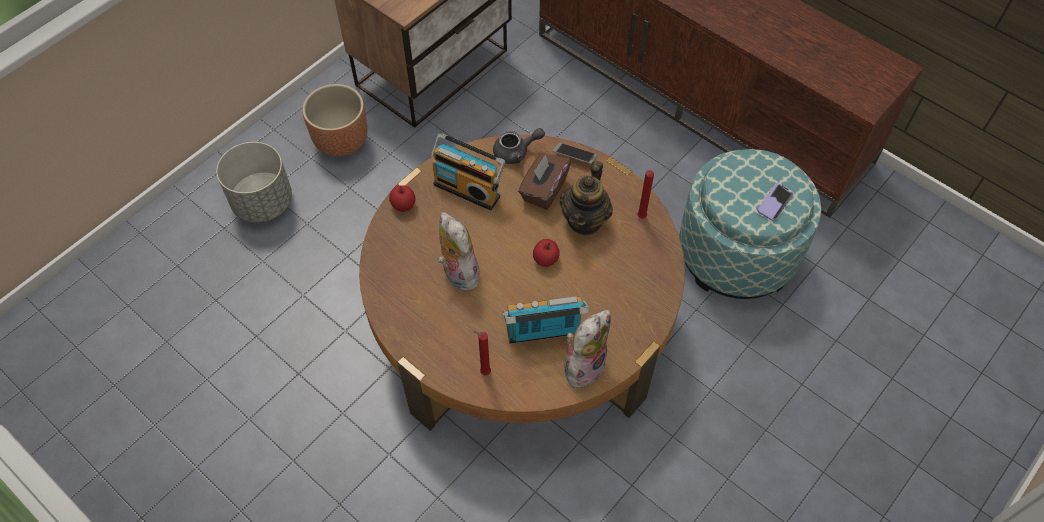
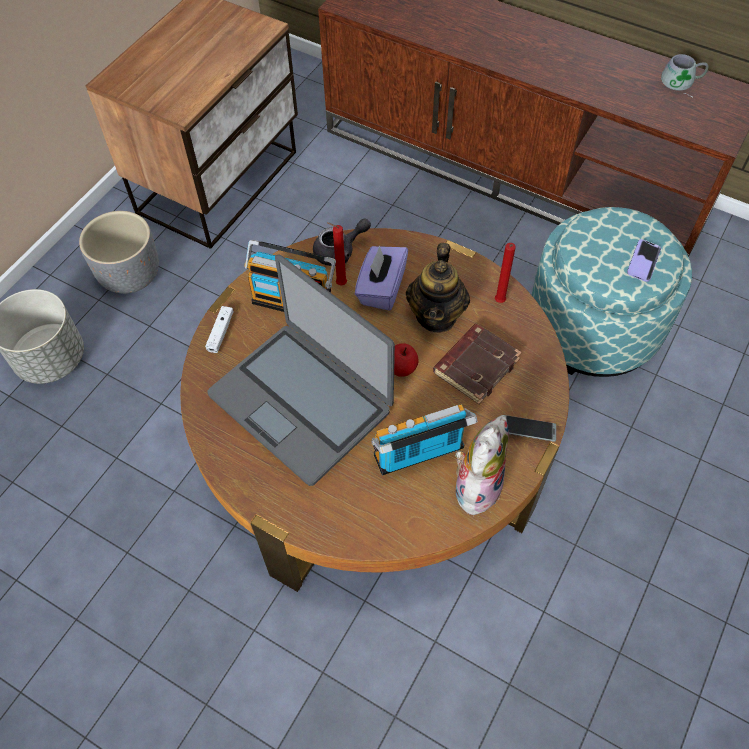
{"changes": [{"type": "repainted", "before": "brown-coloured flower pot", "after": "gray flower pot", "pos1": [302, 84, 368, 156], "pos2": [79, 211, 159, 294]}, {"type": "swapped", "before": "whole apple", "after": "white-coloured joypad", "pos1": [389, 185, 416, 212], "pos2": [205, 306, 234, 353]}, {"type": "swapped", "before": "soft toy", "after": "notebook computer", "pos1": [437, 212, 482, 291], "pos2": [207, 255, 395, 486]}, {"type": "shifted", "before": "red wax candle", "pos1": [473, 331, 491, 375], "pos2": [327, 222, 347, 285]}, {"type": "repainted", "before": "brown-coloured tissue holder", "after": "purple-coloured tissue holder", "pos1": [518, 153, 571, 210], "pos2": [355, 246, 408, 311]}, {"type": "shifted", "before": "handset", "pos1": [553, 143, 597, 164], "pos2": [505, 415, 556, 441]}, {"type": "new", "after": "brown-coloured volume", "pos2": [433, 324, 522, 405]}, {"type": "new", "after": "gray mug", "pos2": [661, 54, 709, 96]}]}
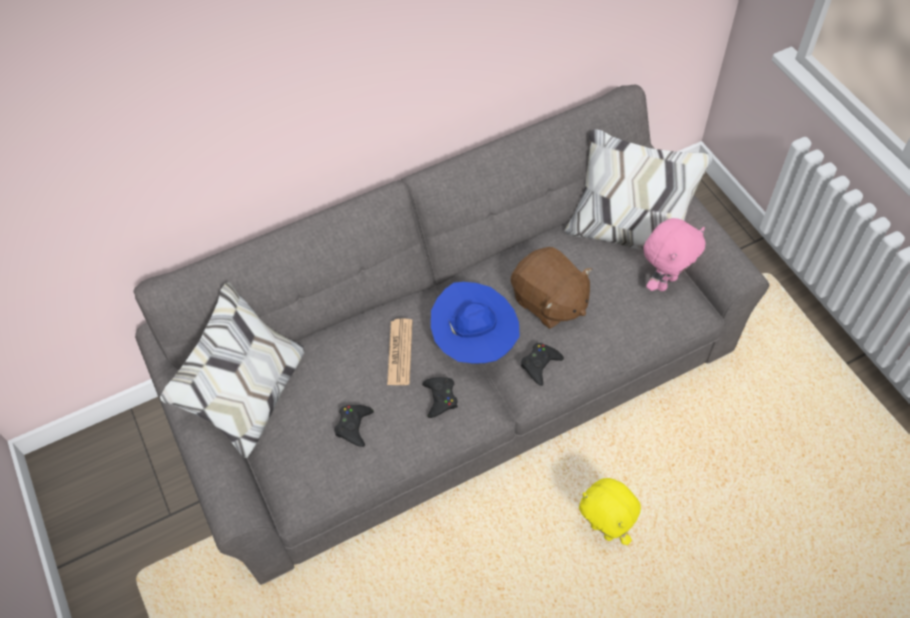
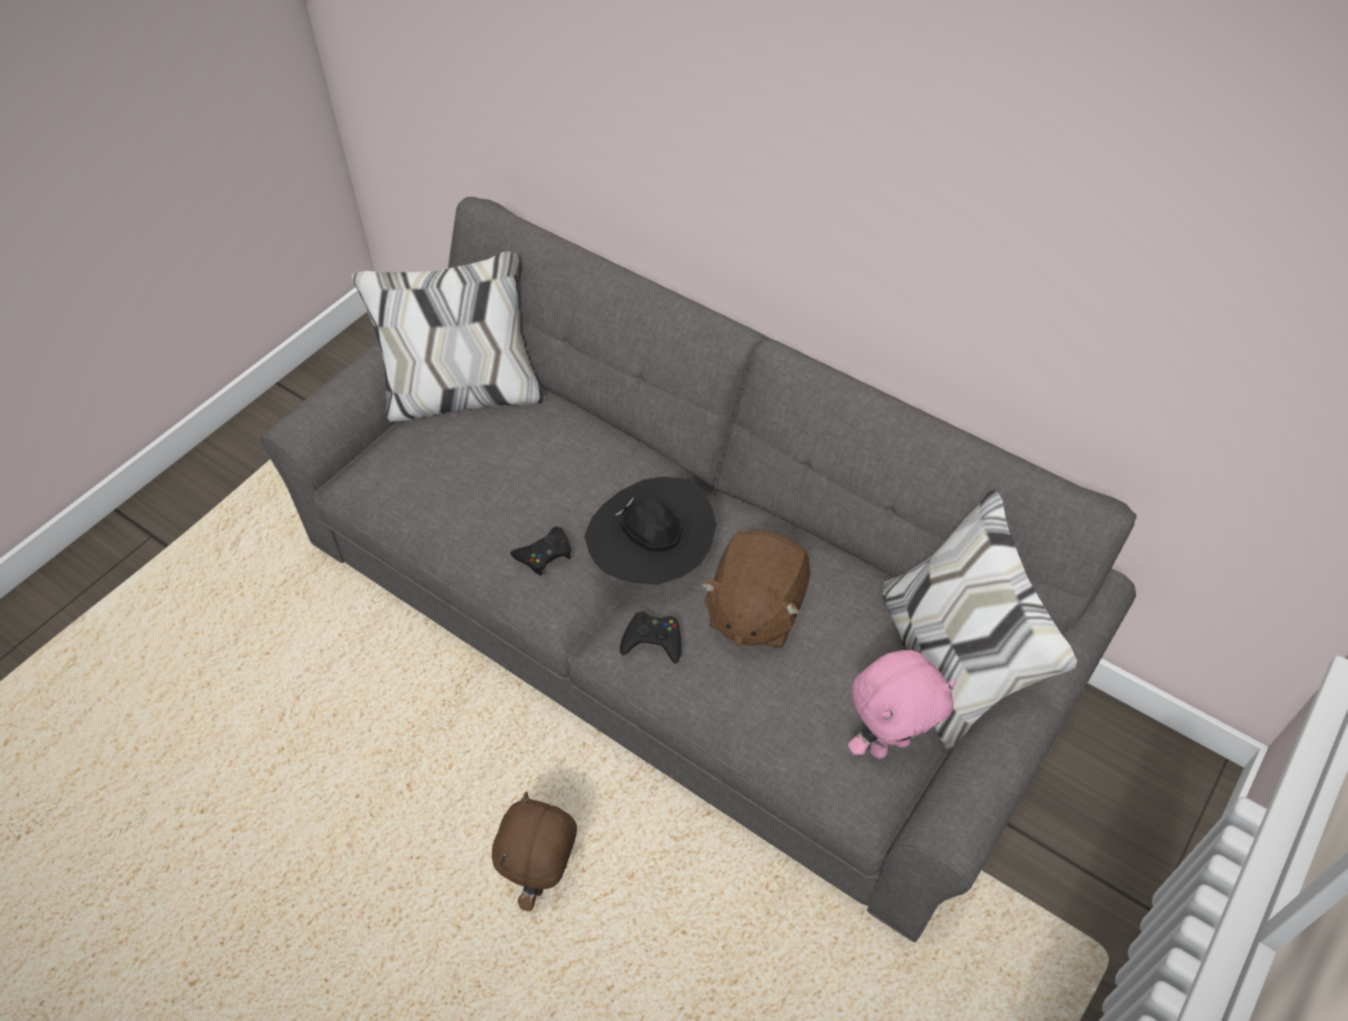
{"changes": [{"type": "gone", "before": "black joypad", "pos1": [334, 405, 374, 447]}, {"type": "gone", "before": "newspaper", "pos1": [387, 318, 413, 385]}, {"type": "repainted", "before": "bluish wearable hat", "after": "black wearable hat", "pos1": [431, 282, 520, 364], "pos2": [584, 477, 717, 585]}, {"type": "repainted", "before": "yellowish soft toy", "after": "brown-coloured soft toy", "pos1": [579, 478, 641, 545], "pos2": [492, 791, 577, 911]}, {"type": "rotated", "before": "pink soft toy", "pos1": [643, 218, 706, 291], "pos2": [848, 650, 956, 759], "turn": -45}]}
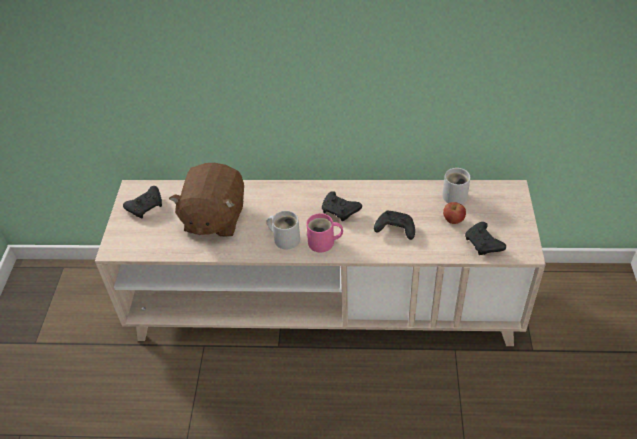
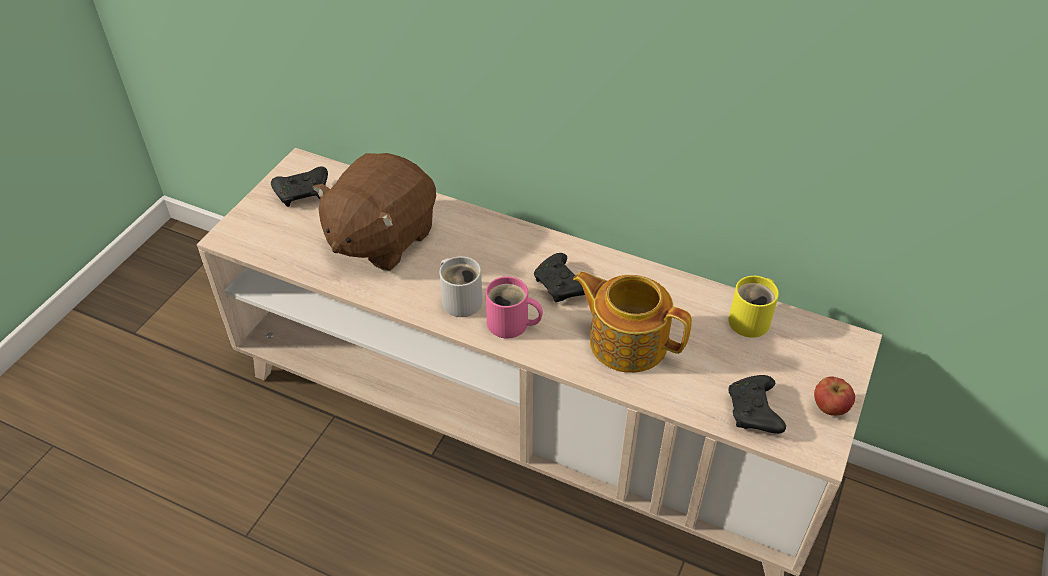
{"changes": [{"type": "swapped", "before": "black joypad", "after": "teapot", "pos1": [374, 210, 415, 240], "pos2": [573, 271, 692, 373]}, {"type": "repainted", "before": "white-coloured mug", "after": "yellowish mug", "pos1": [442, 168, 471, 204], "pos2": [729, 276, 779, 338]}, {"type": "shifted", "before": "whole apple", "pos1": [443, 202, 466, 224], "pos2": [814, 376, 855, 416]}]}
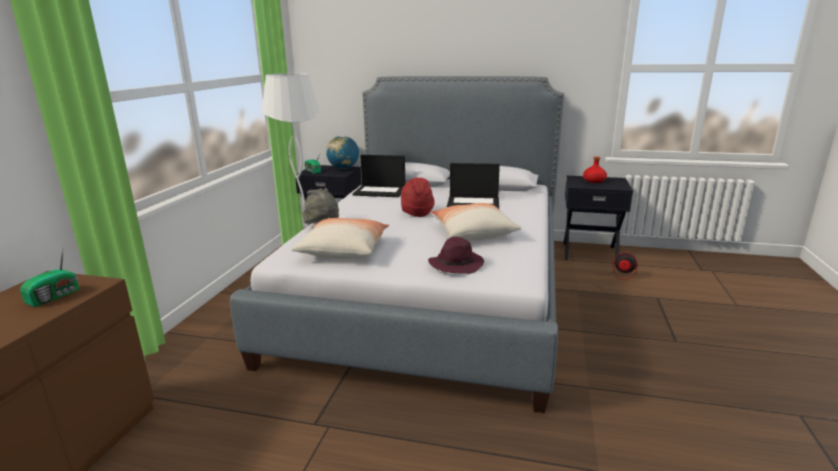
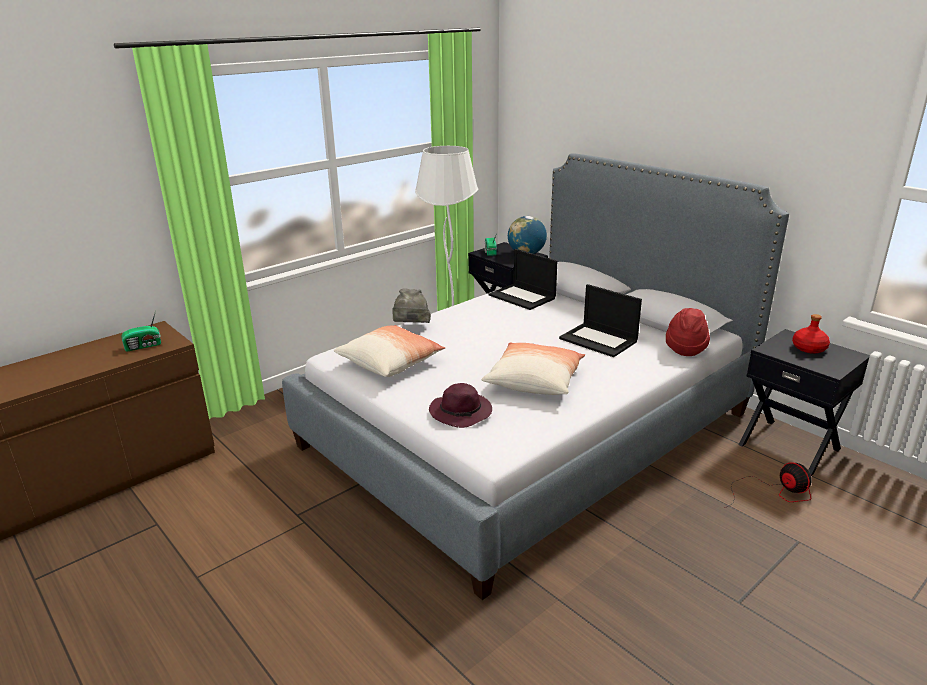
{"changes": [{"type": "shifted", "before": "red wearable hat", "pos1": [401, 177, 435, 217], "pos2": [666, 308, 710, 356]}]}
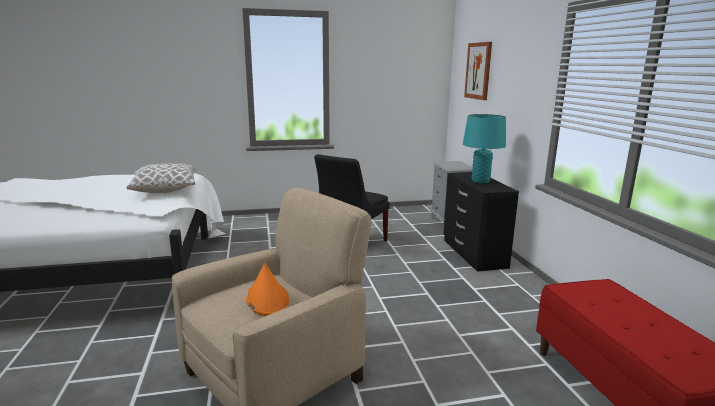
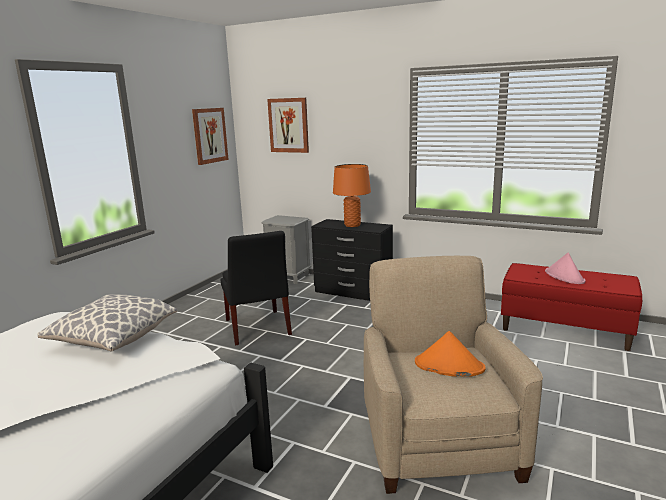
{"changes": [{"type": "repainted", "before": "blue-green table lamp", "after": "orange table lamp", "pos1": [463, 114, 506, 183], "pos2": [333, 164, 371, 227]}, {"type": "new", "after": "wall art", "pos2": [192, 108, 229, 165]}, {"type": "new", "after": "pink wearable hat", "pos2": [545, 253, 586, 284]}]}
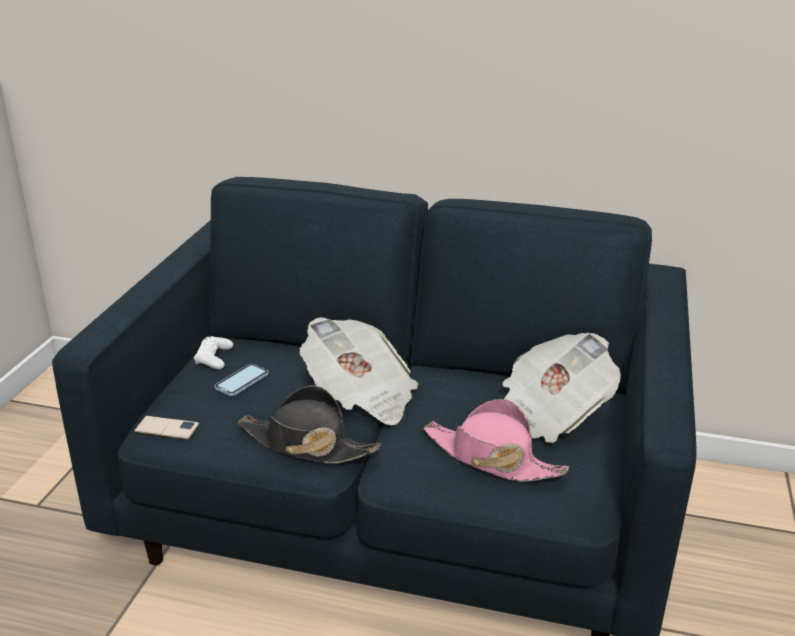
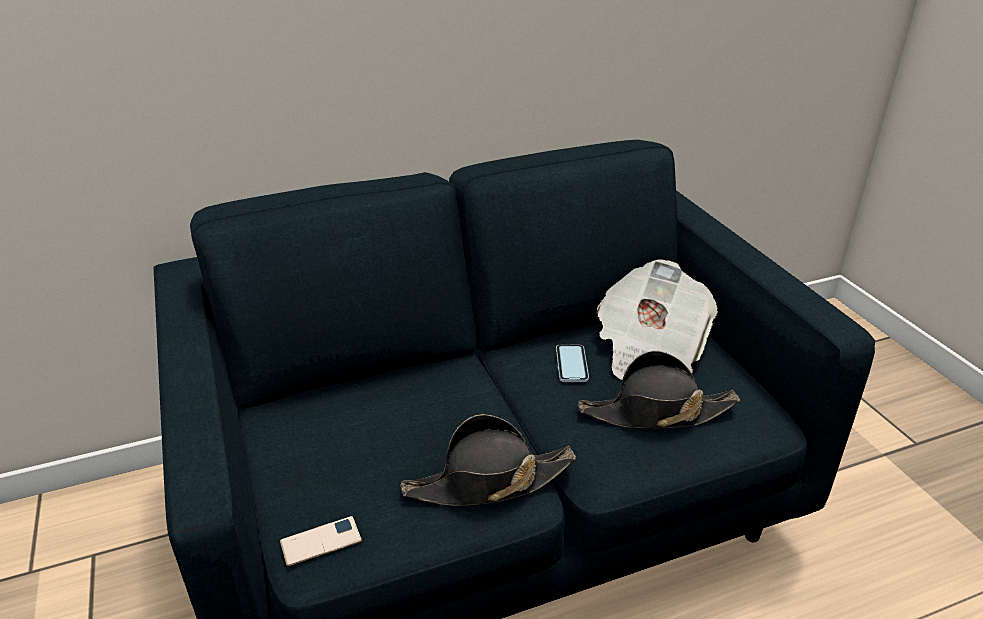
{"changes": [{"type": "gone", "before": "white-coloured joypad", "pos1": [194, 336, 233, 369]}, {"type": "shifted", "before": "handset", "pos1": [214, 364, 269, 396], "pos2": [556, 345, 589, 382]}, {"type": "gone", "before": "newspaper", "pos1": [300, 317, 418, 425]}, {"type": "repainted", "before": "pink wearable hat", "after": "black wearable hat", "pos1": [423, 399, 569, 482], "pos2": [578, 351, 740, 428]}]}
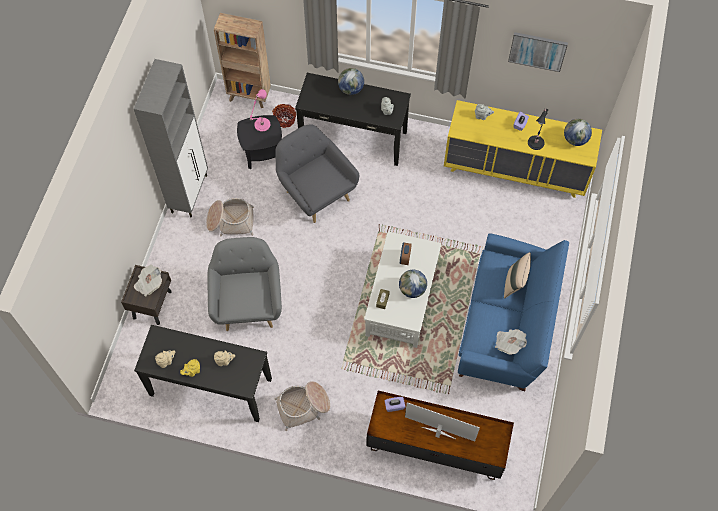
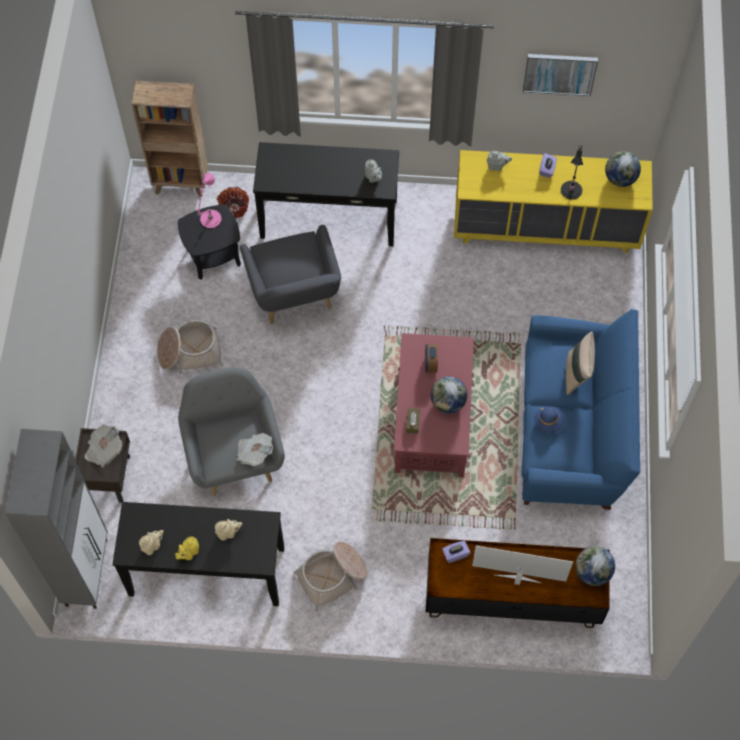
{"changes": [{"type": "shifted", "before": "gray cupboard", "pos1": [134, 59, 208, 218], "pos2": [5, 429, 108, 609]}, {"type": "rotated", "before": "gray lounge chair", "pos1": [275, 124, 359, 223], "pos2": [240, 225, 341, 324], "turn": -150}, {"type": "shifted", "before": "world globe", "pos1": [338, 68, 364, 95], "pos2": [575, 546, 615, 586]}, {"type": "repainted", "before": "white-coloured lounge table", "after": "red lounge table", "pos1": [364, 232, 442, 348], "pos2": [394, 333, 474, 477]}, {"type": "shifted", "before": "newspaper", "pos1": [495, 329, 527, 355], "pos2": [237, 433, 273, 466]}, {"type": "new", "after": "bluish wearable hat", "pos2": [534, 406, 565, 433]}]}
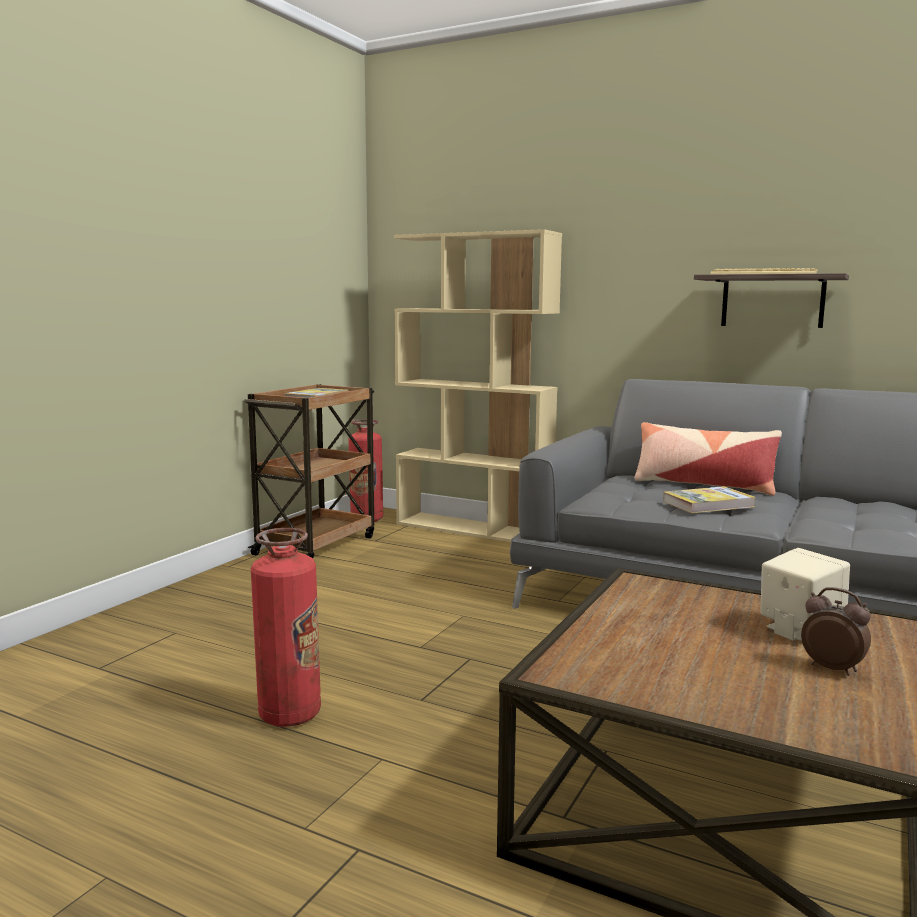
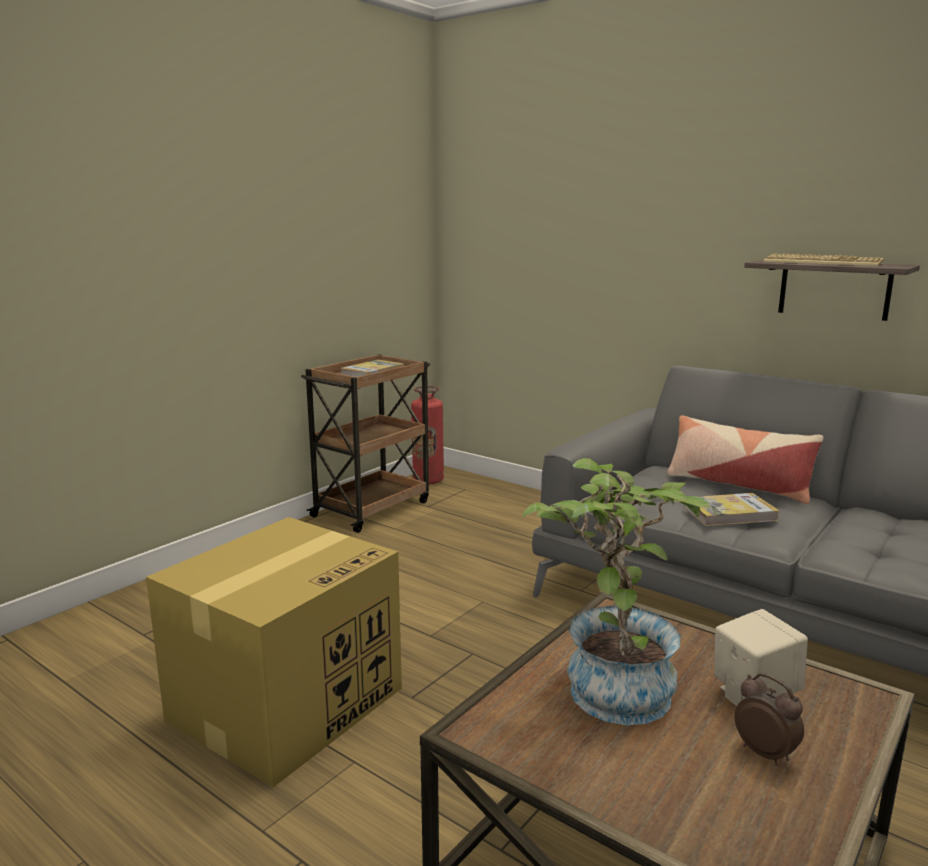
{"changes": [{"type": "swapped", "before": "fire-fighting cylinder", "after": "cardboard box", "pos1": [251, 528, 321, 727], "pos2": [146, 517, 402, 787]}, {"type": "gone", "before": "beige shelving unit", "pos1": [394, 229, 562, 542]}, {"type": "new", "after": "houseplant", "pos2": [522, 458, 711, 725]}]}
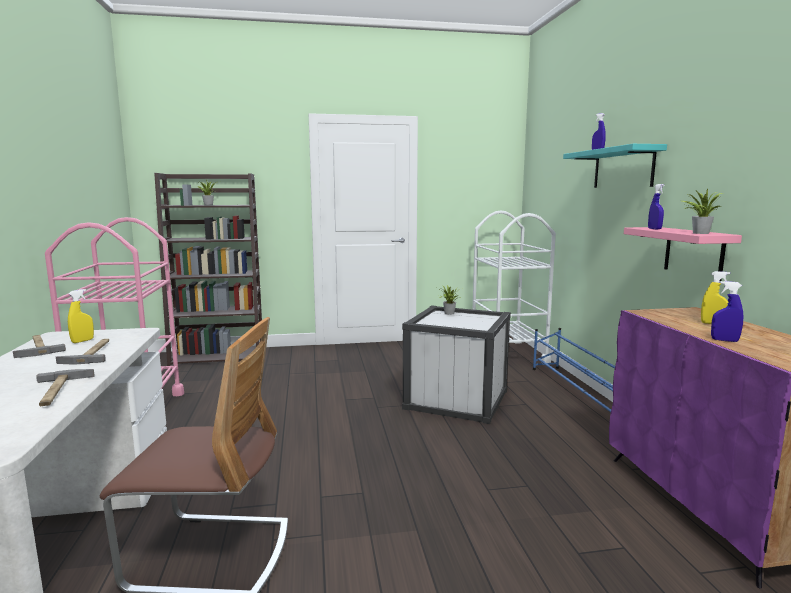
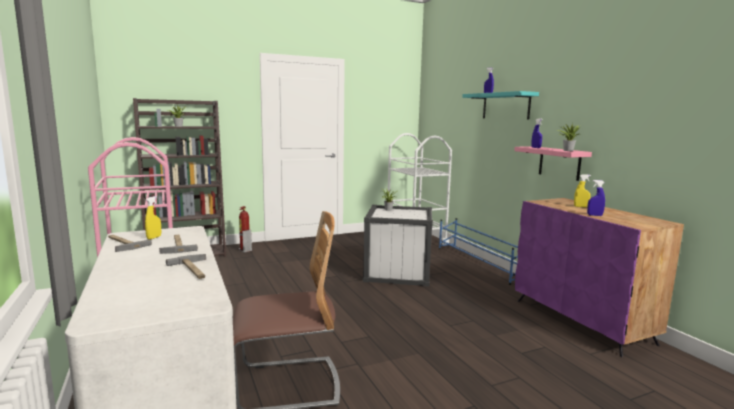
{"changes": [{"type": "new", "after": "fire-fighting cylinder", "pos2": [238, 206, 252, 253]}]}
